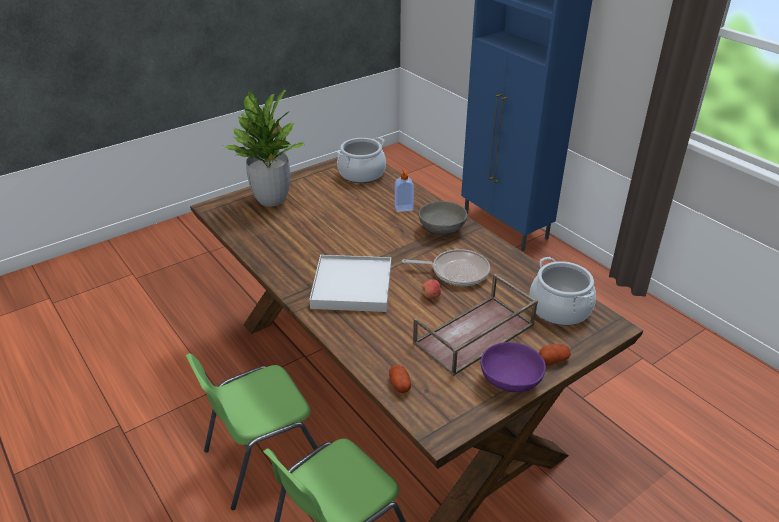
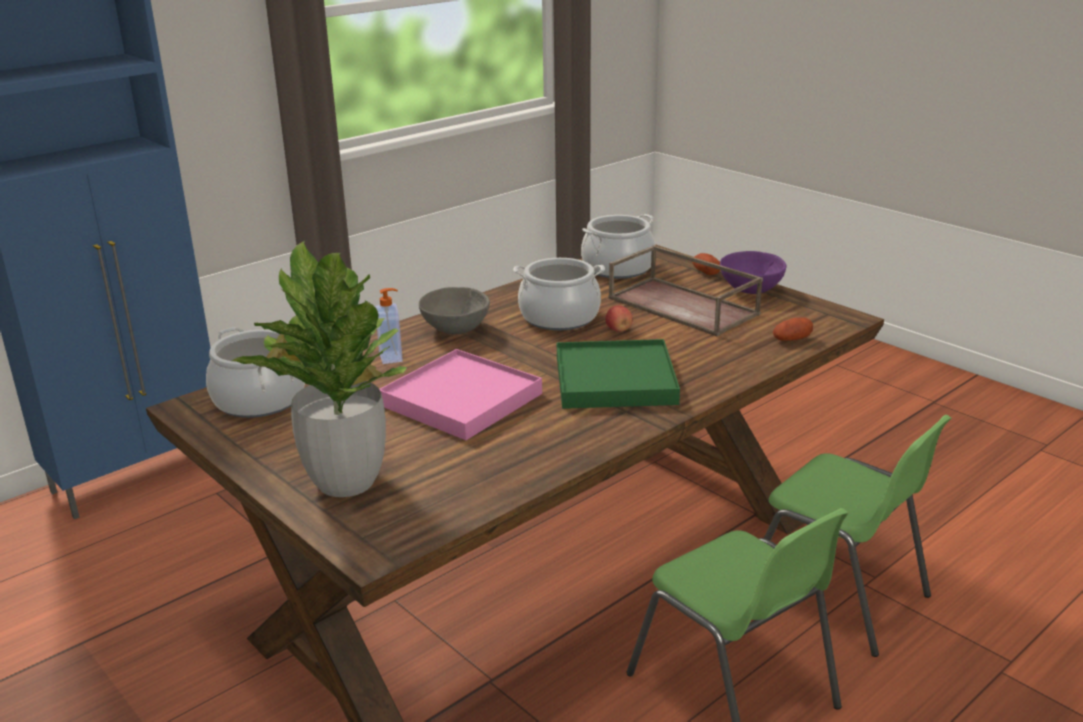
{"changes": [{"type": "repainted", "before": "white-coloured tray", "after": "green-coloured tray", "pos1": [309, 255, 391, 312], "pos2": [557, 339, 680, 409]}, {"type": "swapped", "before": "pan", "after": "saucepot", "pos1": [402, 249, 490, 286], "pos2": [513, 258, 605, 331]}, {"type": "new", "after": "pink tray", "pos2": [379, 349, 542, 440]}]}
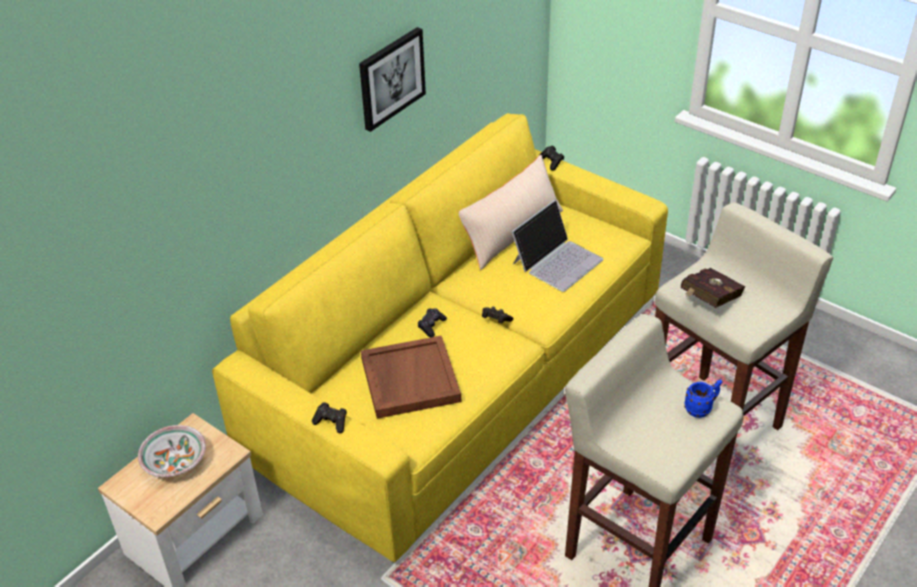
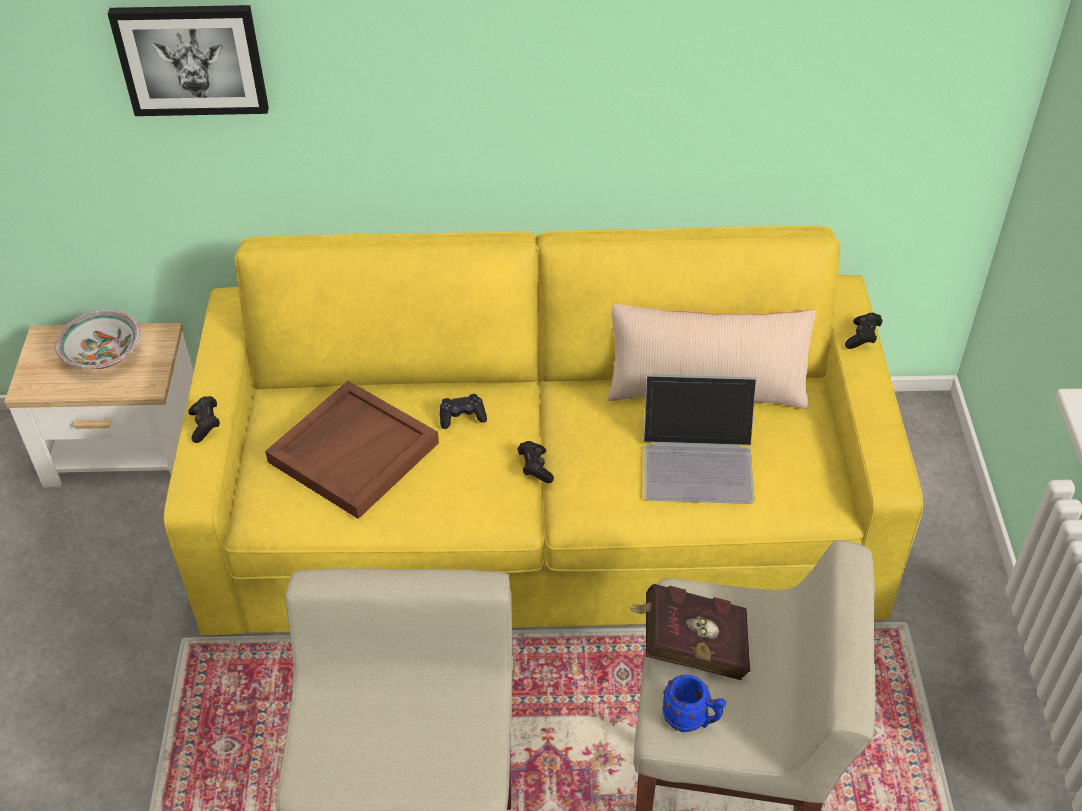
{"changes": [{"type": "shifted", "before": "wall art", "pos1": [359, 27, 426, 132], "pos2": [108, 5, 269, 116]}, {"type": "shifted", "before": "bluish mug", "pos1": [684, 379, 722, 418], "pos2": [662, 675, 726, 732]}]}
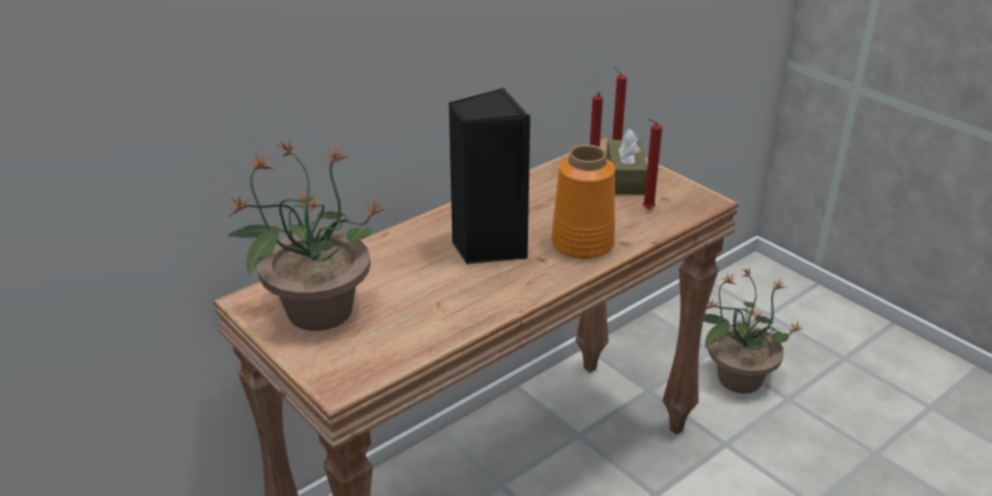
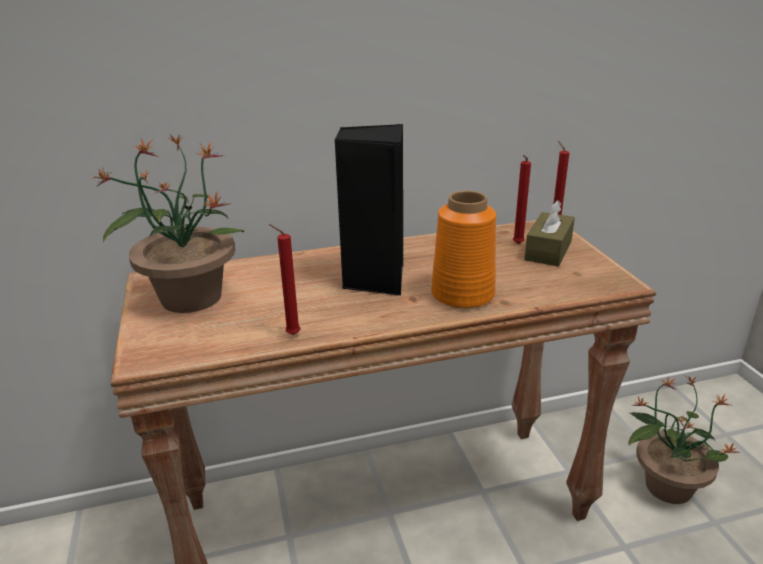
{"changes": [{"type": "shifted", "before": "red wax candle", "pos1": [643, 119, 662, 209], "pos2": [269, 224, 300, 335]}]}
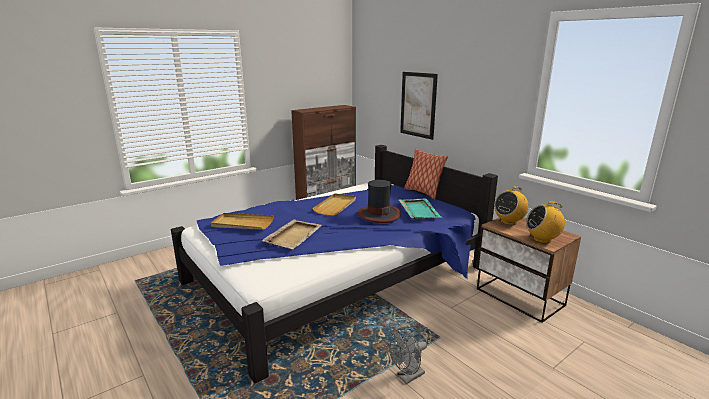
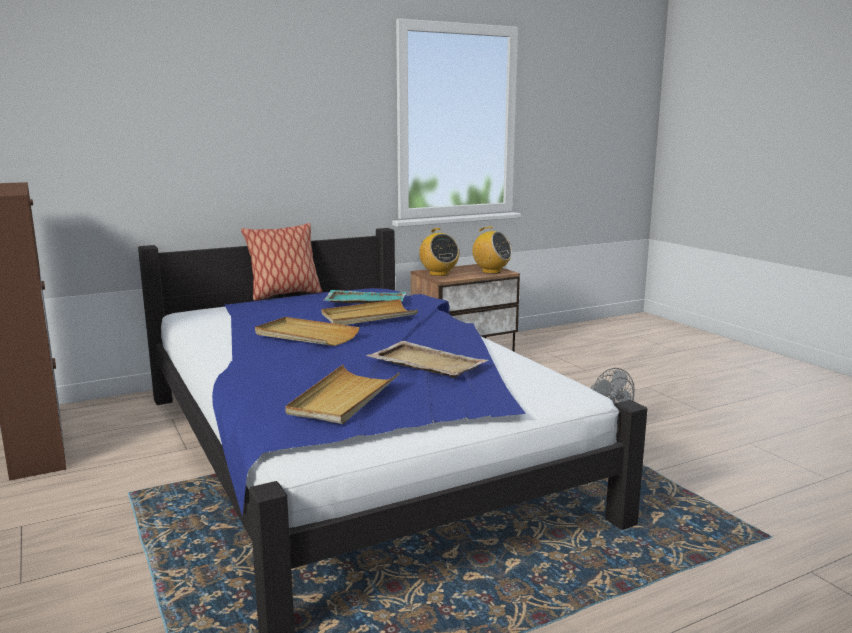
{"changes": [{"type": "swapped", "before": "wearable hat", "after": "beige tray", "pos1": [357, 180, 401, 223], "pos2": [322, 299, 418, 325]}, {"type": "gone", "before": "wall art", "pos1": [400, 72, 438, 140]}, {"type": "rotated", "before": "radio set", "pos1": [526, 201, 565, 243], "pos2": [469, 226, 512, 274], "turn": -60}]}
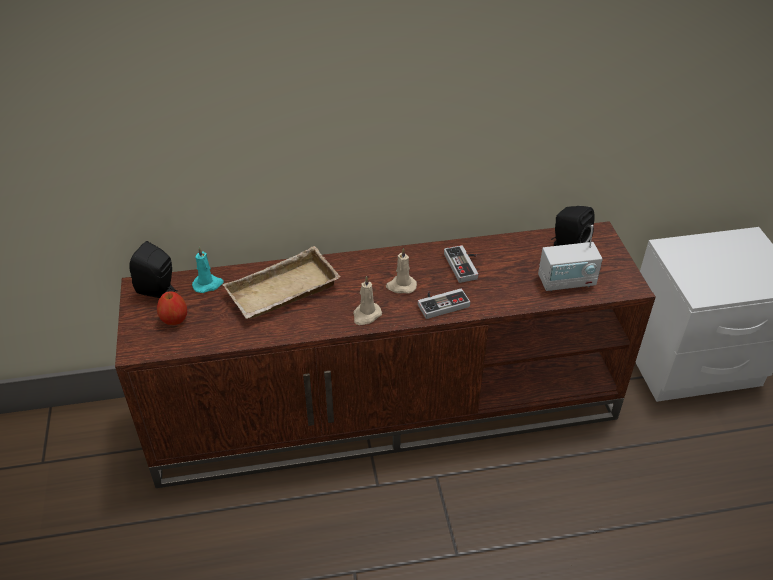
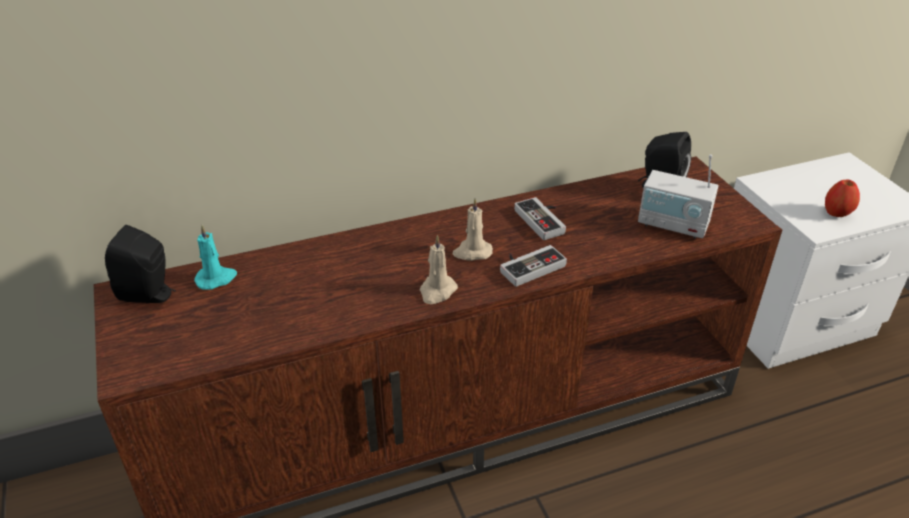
{"changes": [{"type": "shifted", "before": "whole apple", "pos1": [157, 292, 187, 325], "pos2": [825, 179, 860, 217]}, {"type": "gone", "before": "beige tray", "pos1": [222, 246, 341, 319]}, {"type": "rotated", "before": "radio set", "pos1": [538, 225, 603, 292], "pos2": [638, 154, 718, 239], "turn": 45}]}
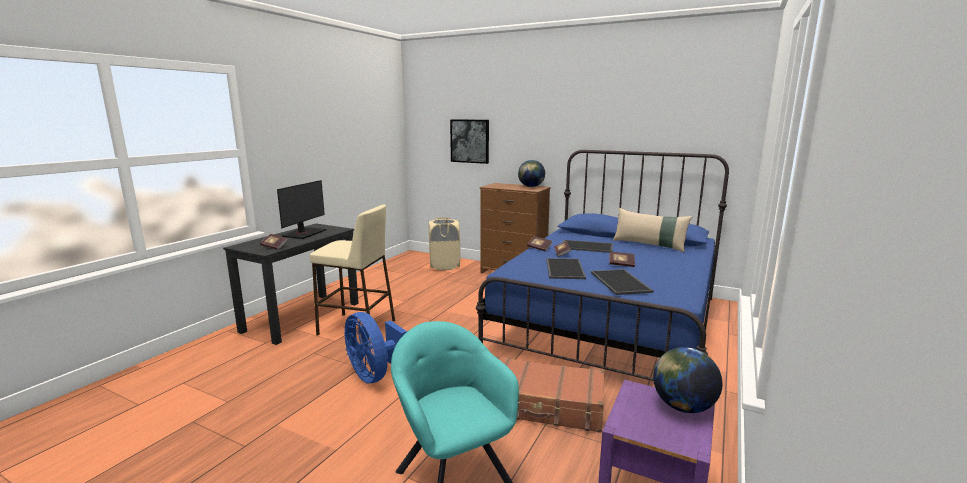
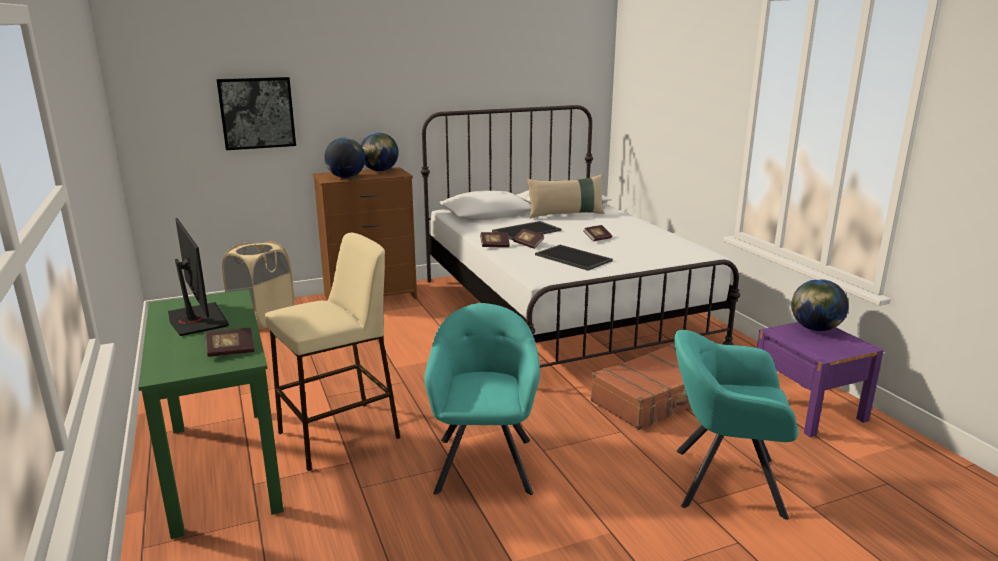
{"changes": [{"type": "repainted", "before": "black desk unit", "after": "green-coloured desk unit", "pos1": [223, 223, 359, 345], "pos2": [138, 289, 284, 539]}, {"type": "swapped", "before": "bluish cooling fan", "after": "blue-green lounge chair", "pos1": [344, 312, 407, 383], "pos2": [424, 303, 540, 495]}, {"type": "repainted", "before": "bluish bed", "after": "white-coloured bed", "pos1": [476, 150, 729, 381], "pos2": [421, 105, 740, 368]}, {"type": "gone", "before": "tray", "pos1": [591, 269, 654, 295]}, {"type": "new", "after": "world globe", "pos2": [324, 138, 365, 178]}]}
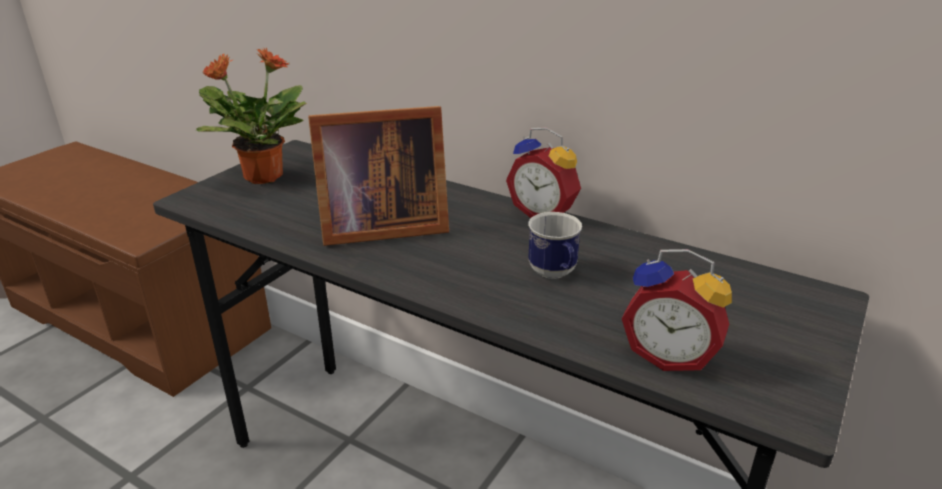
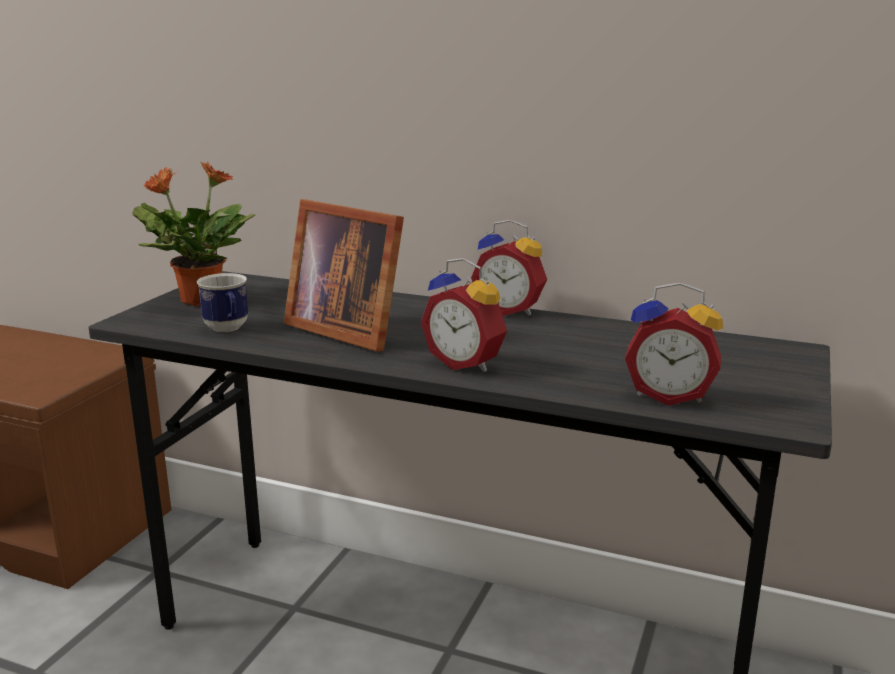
{"changes": [{"type": "rotated", "before": "standing frame", "pos1": [308, 106, 449, 246], "pos2": [284, 199, 404, 351], "turn": 60}, {"type": "shifted", "before": "mug", "pos1": [528, 212, 582, 279], "pos2": [197, 273, 248, 332]}, {"type": "new", "after": "alarm clock", "pos2": [421, 258, 507, 372]}]}
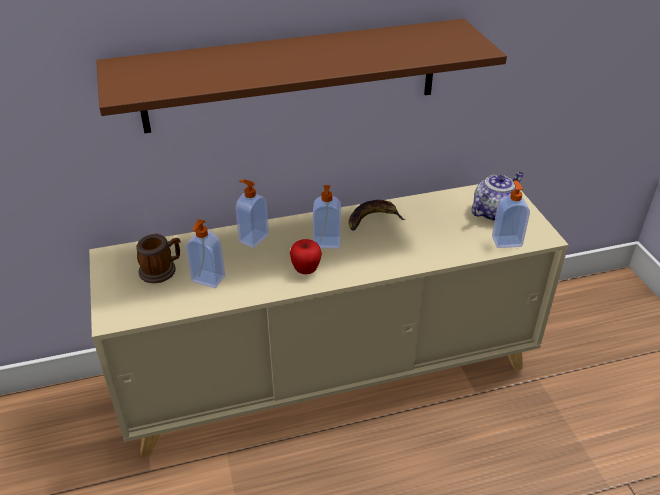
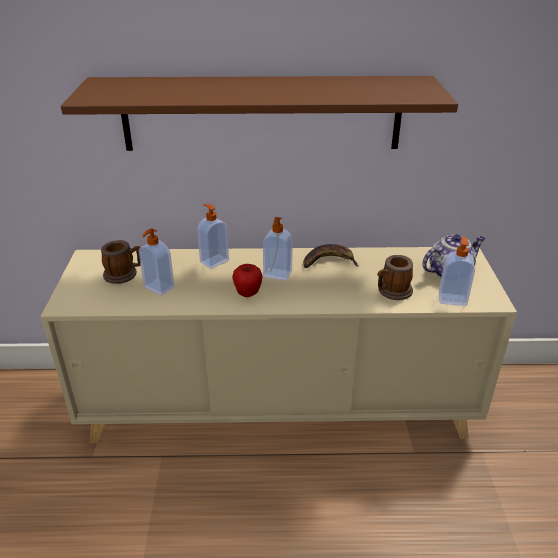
{"changes": [{"type": "new", "after": "mug", "pos2": [378, 255, 413, 300]}]}
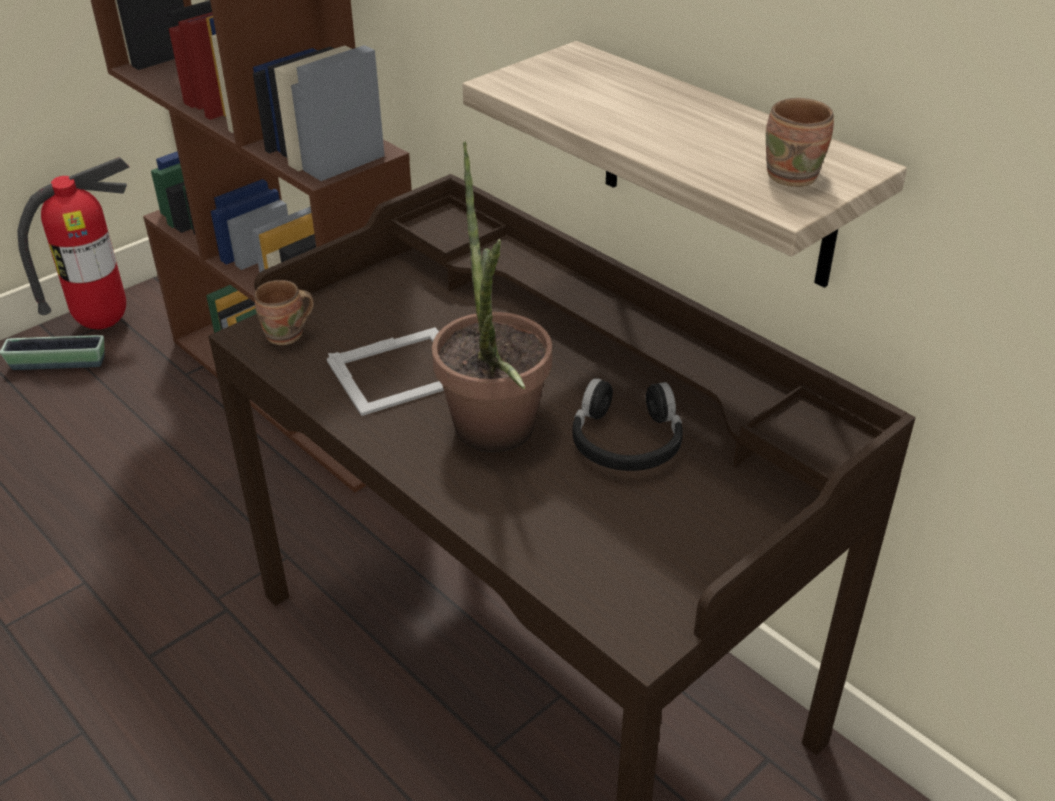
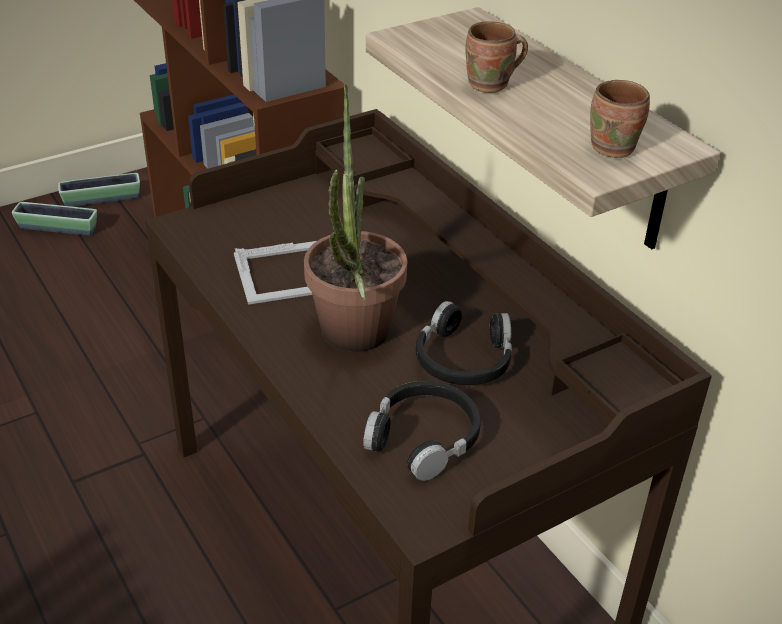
{"changes": [{"type": "swapped", "before": "fire-fighting cylinder", "after": "flower pot", "pos1": [17, 157, 130, 329], "pos2": [58, 173, 140, 207]}, {"type": "shifted", "before": "brown-coloured mug", "pos1": [254, 280, 314, 345], "pos2": [465, 21, 528, 93]}, {"type": "new", "after": "black pair of headphones", "pos2": [363, 381, 481, 481]}]}
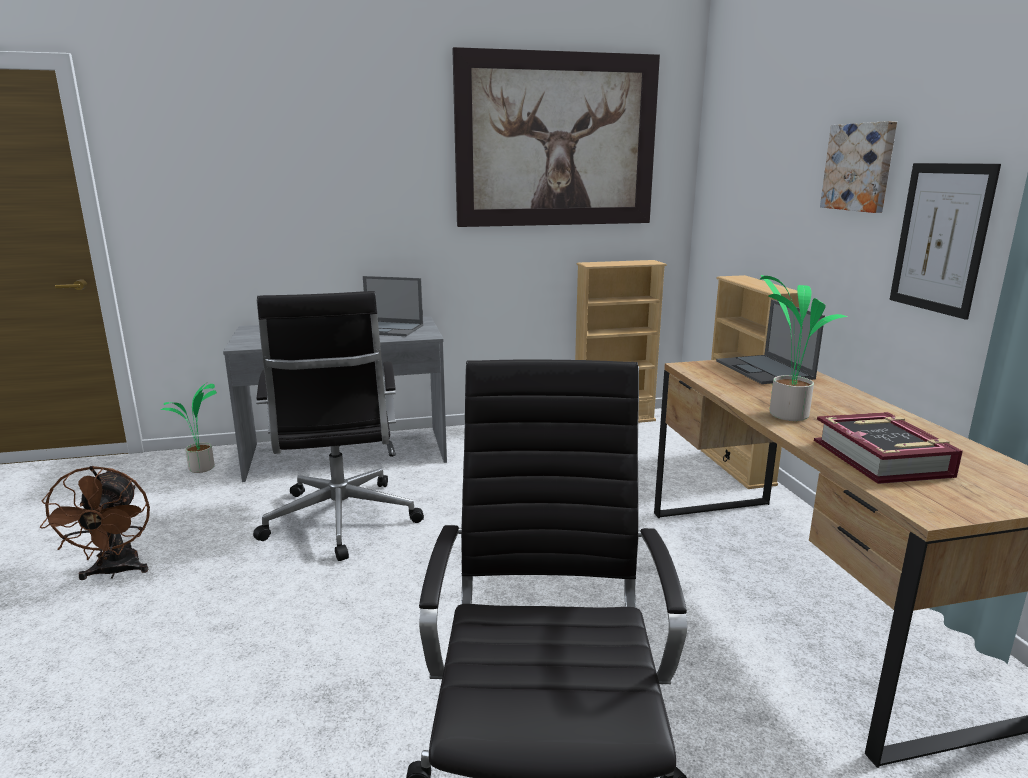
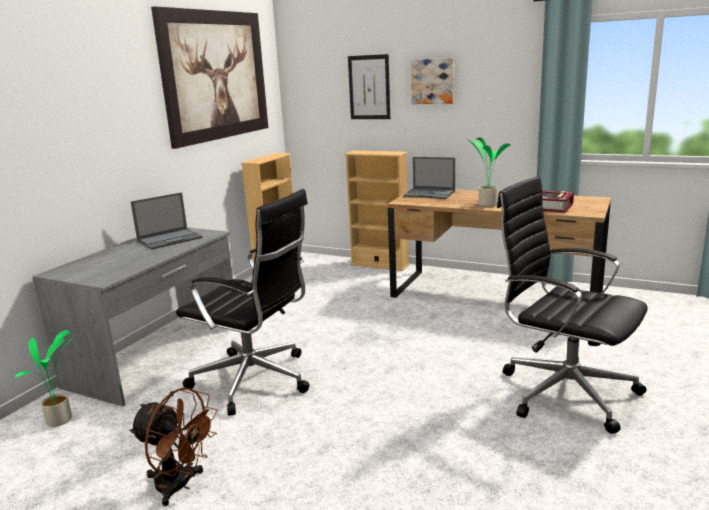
{"changes": [{"type": "shifted", "before": "wall art", "pos1": [890, 163, 1001, 320], "pos2": [348, 54, 390, 119]}]}
